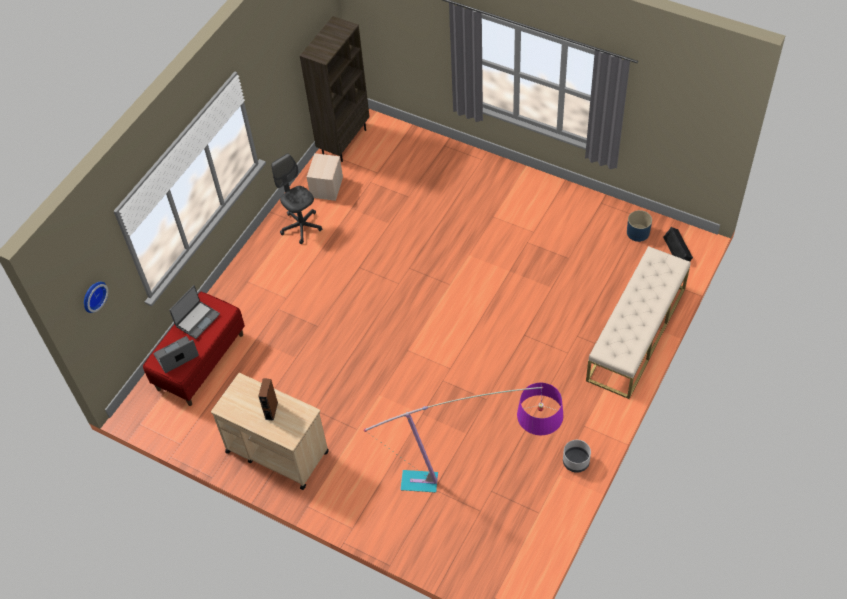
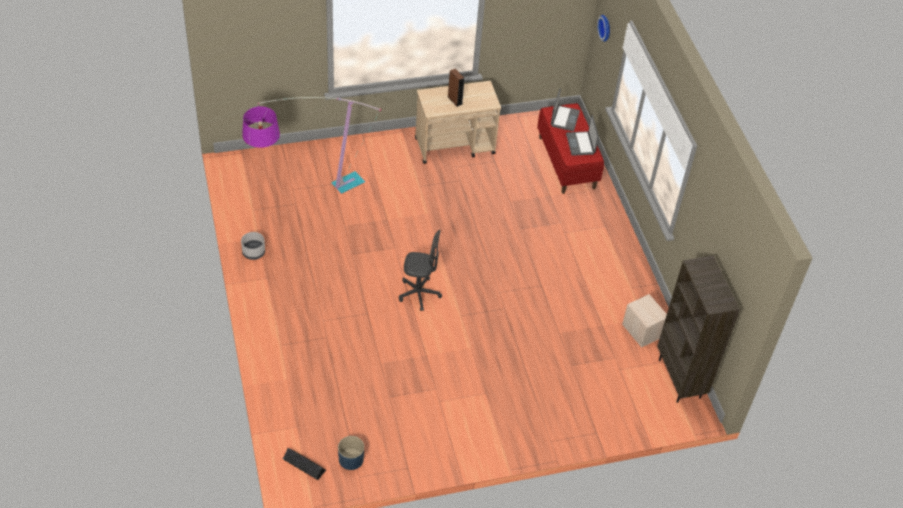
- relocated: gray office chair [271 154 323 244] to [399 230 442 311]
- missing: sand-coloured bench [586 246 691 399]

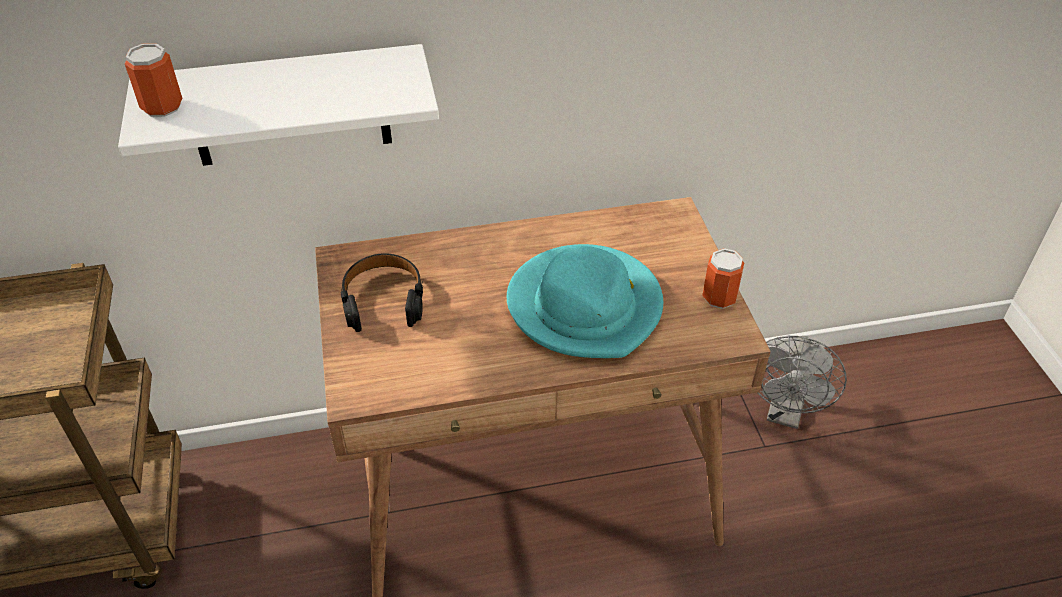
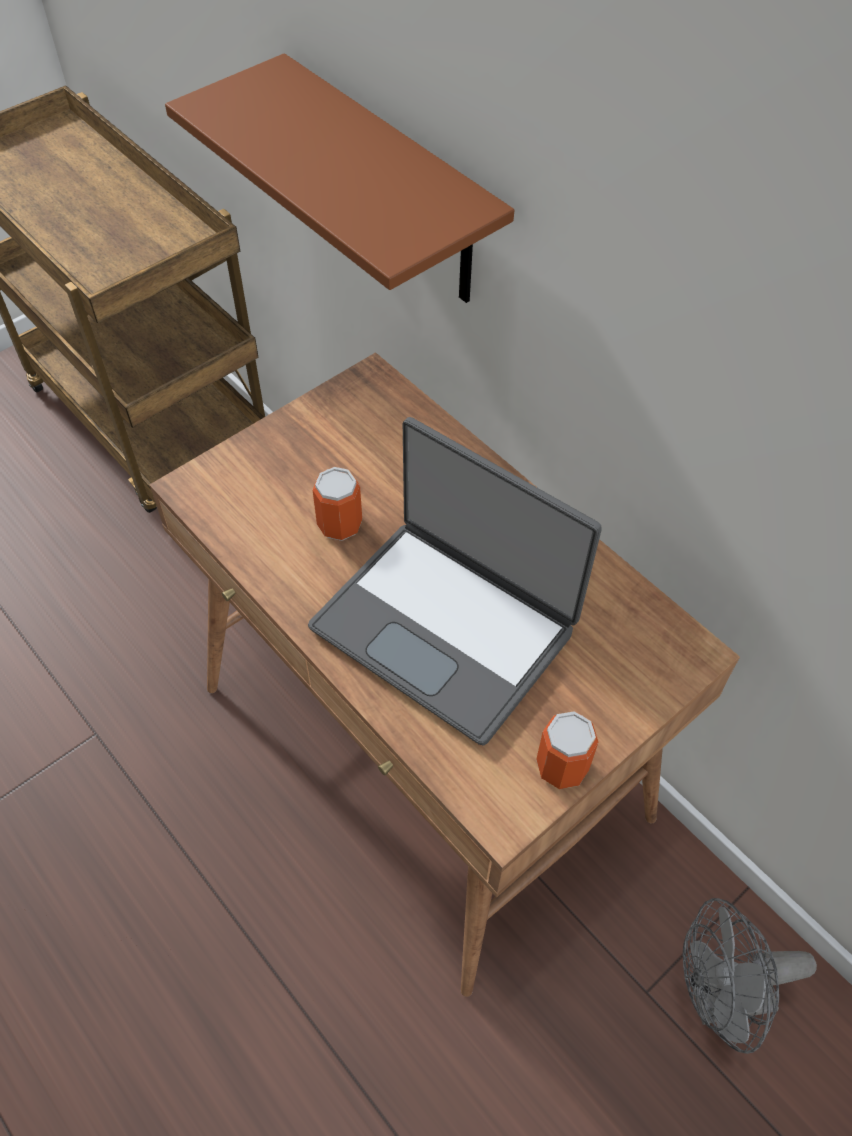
- colour: whitish shelf [118 44 439 166] to brown shelf [165 53 514 303]
- relocated: can [125 43 182 117] to [313 467 362 541]
- missing: black-coloured pair of headphones [340 253 423 332]
- exchanged: turquoise wearable hat [507 244 663 358] to notebook computer [308 417 602 746]

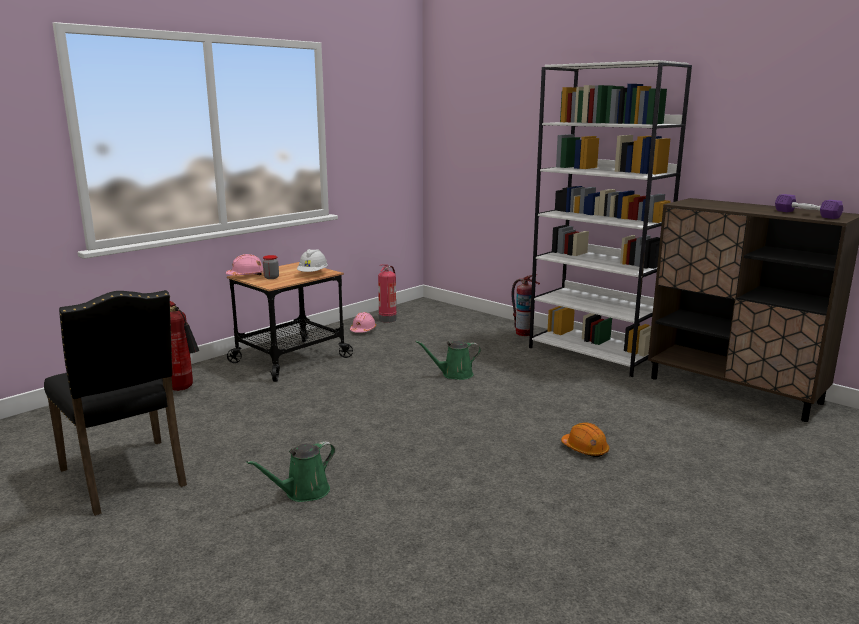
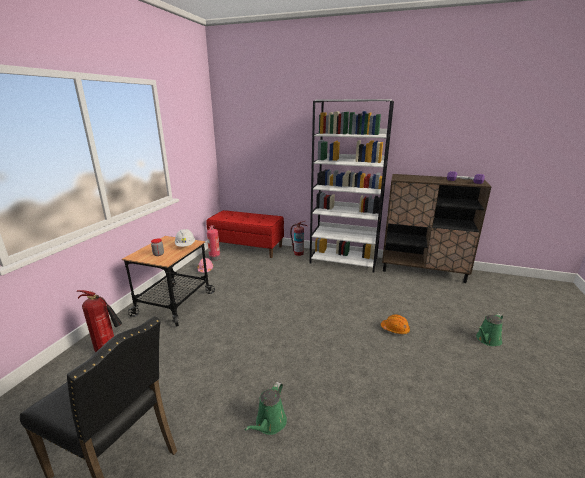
- missing: pink safety helmet [226 254 263 275]
- relocated: greenish sprinkling can [415 341 481 380] to [476 314 503 346]
- appeared: reddish bench [206 210 284 258]

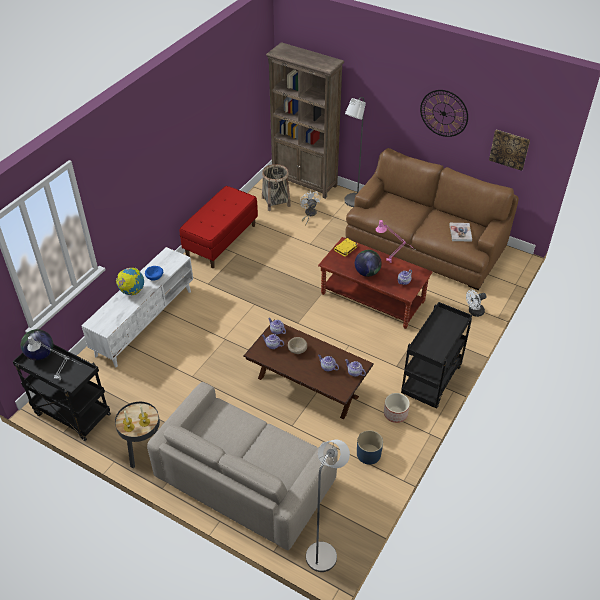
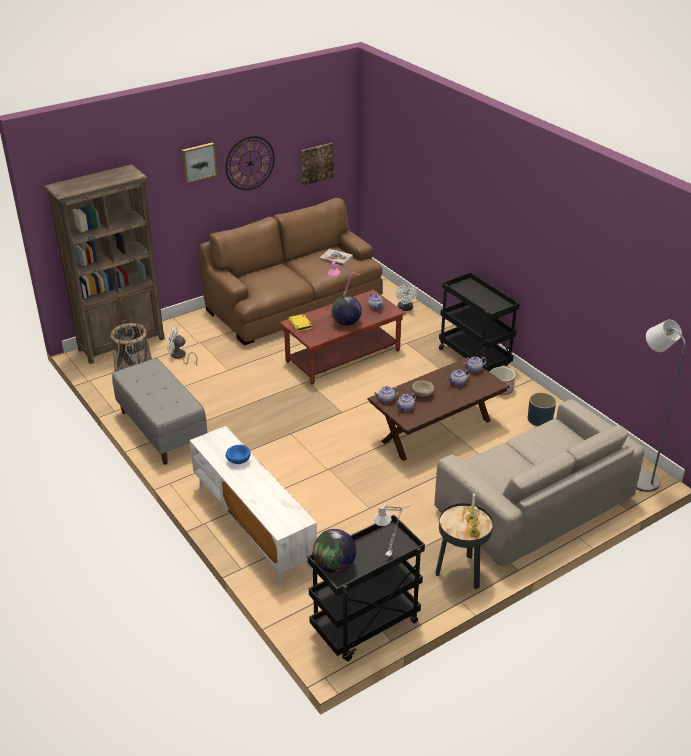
- missing: world globe [116 268 144 295]
- colour: reddish bench [180 186 258 268] to gray bench [112 358 208 465]
- missing: gray standard lamp [344 97 366 207]
- appeared: picture [182 143 217 183]

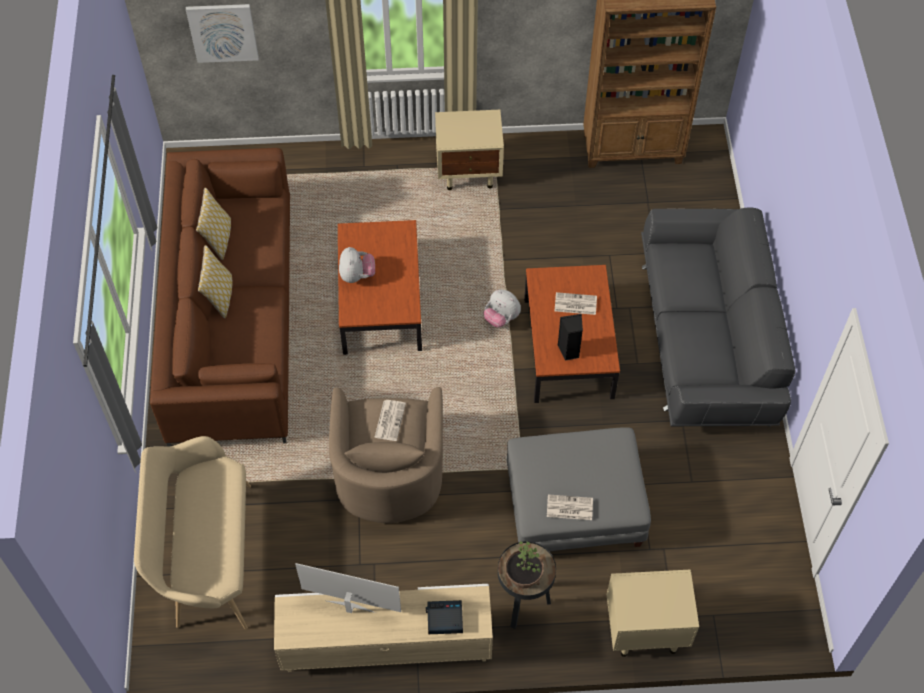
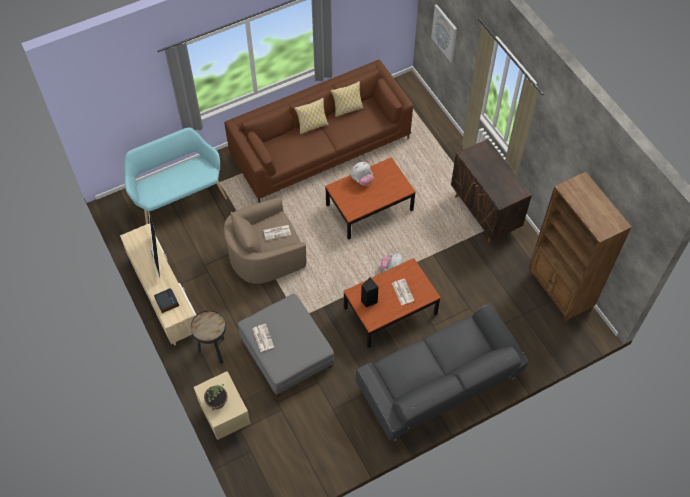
- colour: sand-coloured bench [134 436 251 629] to turquoise bench [124 127 227 224]
- exchanged: sand-coloured bedside table [435 110 504 190] to brown cupboard [451 139 532 243]
- relocated: plant in a pot [505 541 544 588] to [204 384 228 411]

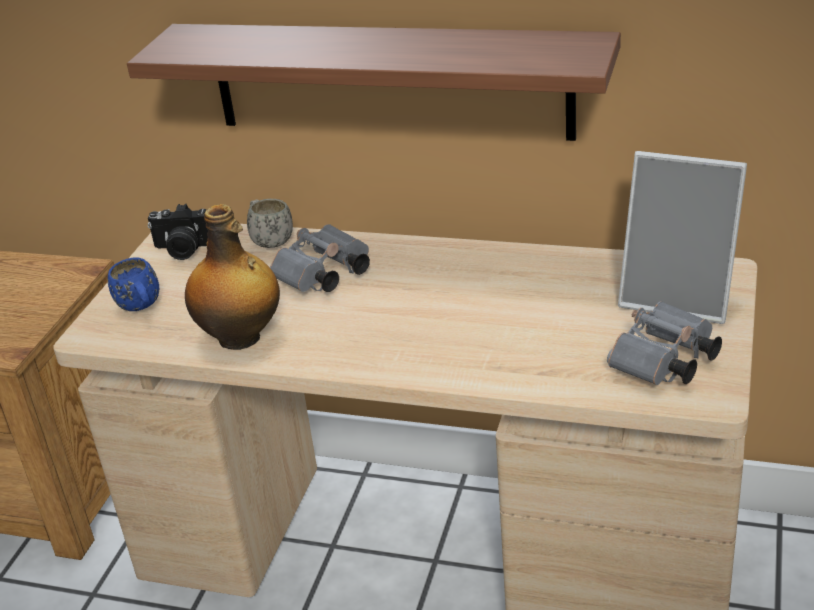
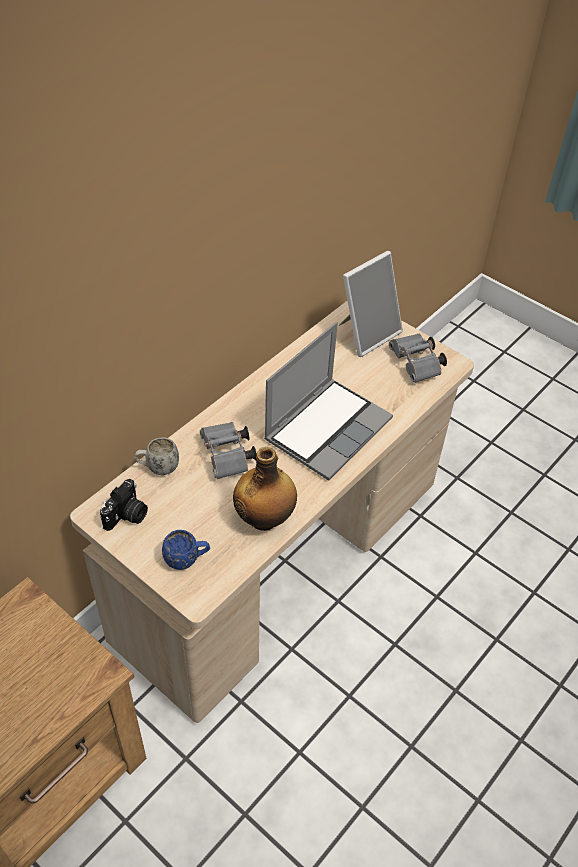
- missing: shelf [127 24 621 141]
- appeared: notebook computer [264 322 393 481]

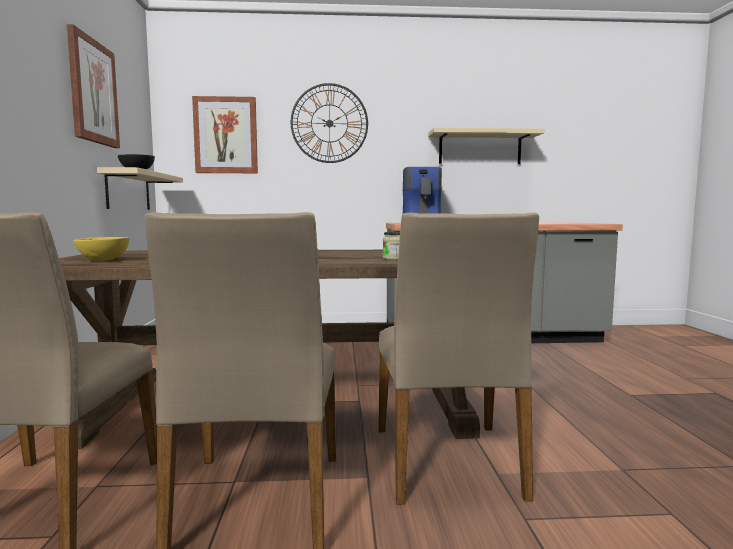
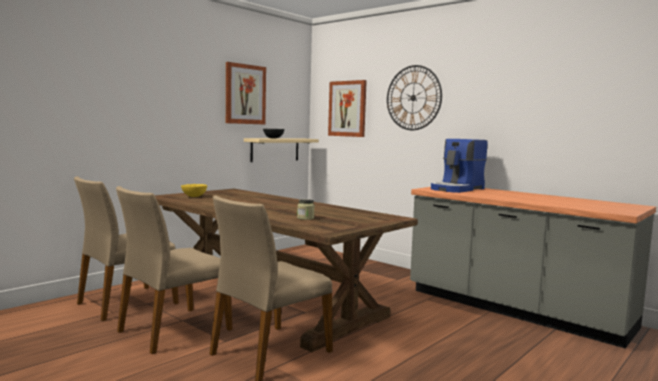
- missing: sand-coloured shelf [428 128 544 164]

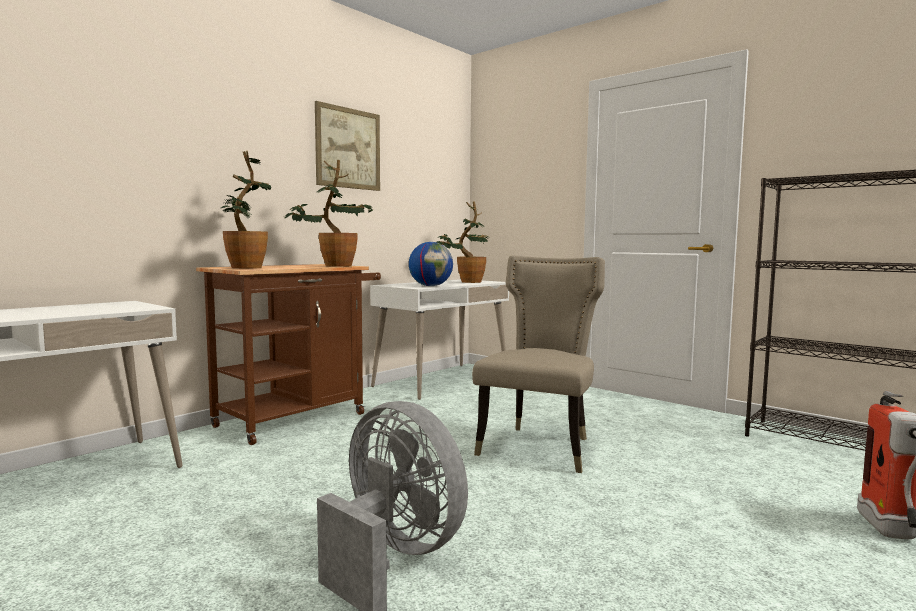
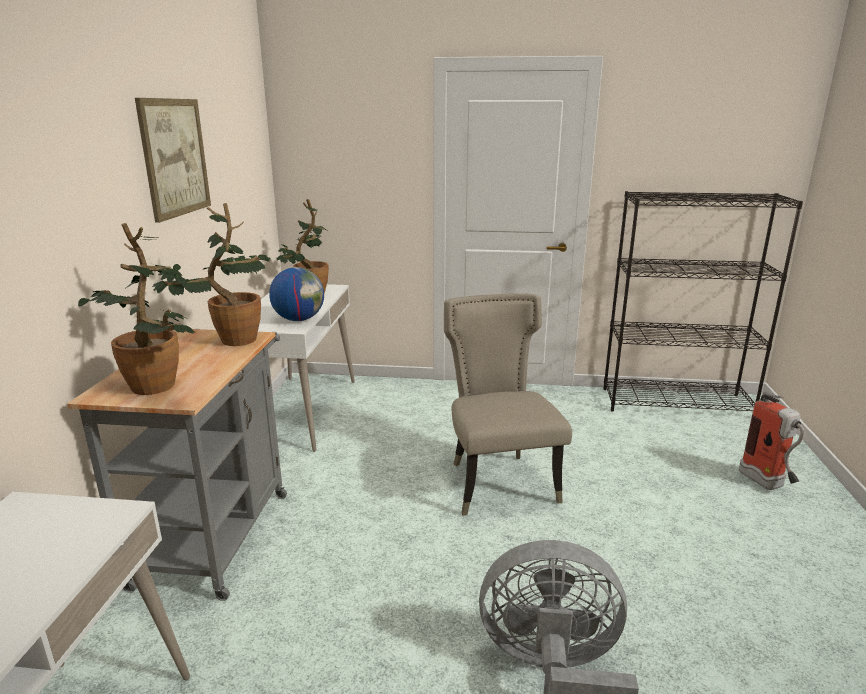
- colour: brown wheeled cart [196 264 381 445] to gray wheeled cart [67 329 287 601]

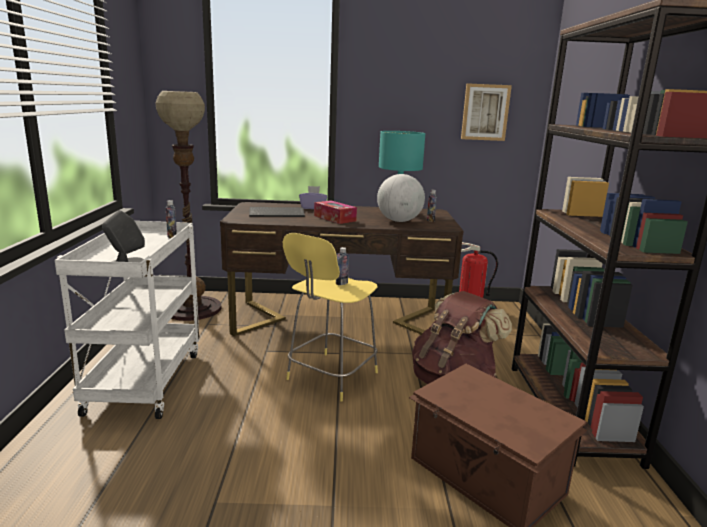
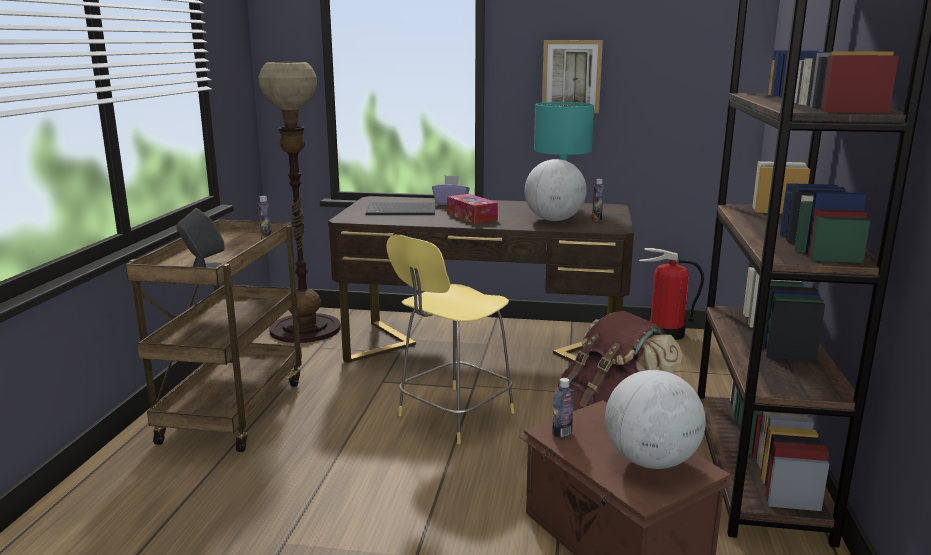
- colour: whitish wheeled cart [54 221 199 419] to brown wheeled cart [126 220 302 452]
- relocated: beverage bottle [336 247 349 285] to [552 378 574 438]
- relocated: picture [461 83 512 141] to [542 40 603 113]
- appeared: world globe [605 370 706 469]

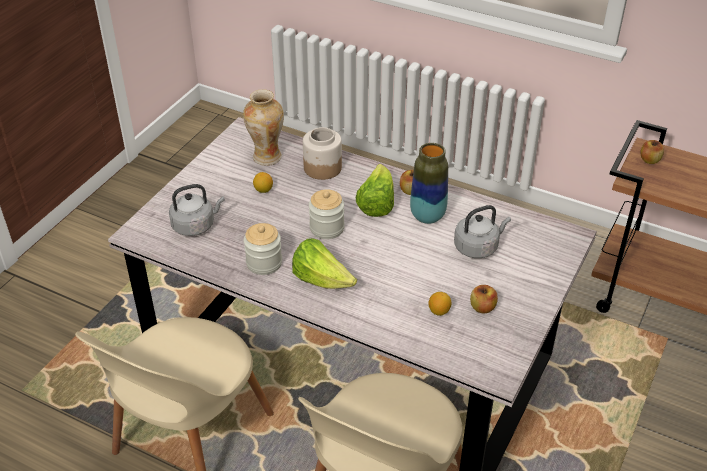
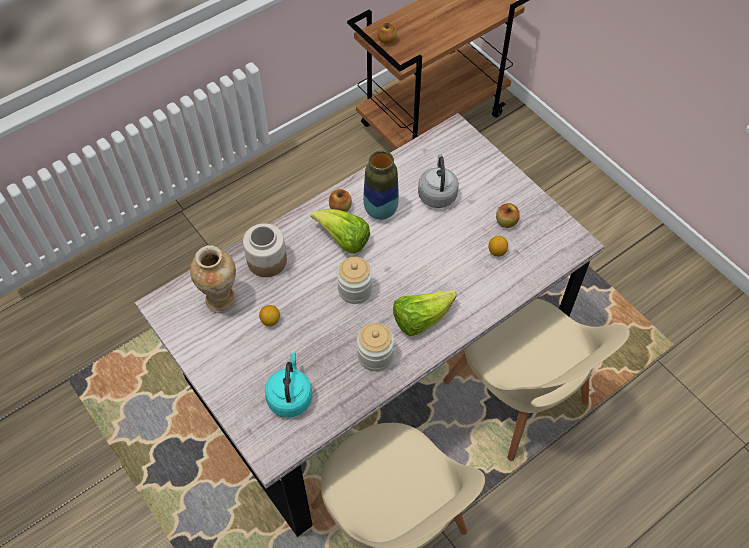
- colour: gray water kettle [169 184 225 236] to turquoise water kettle [265 353 313 417]

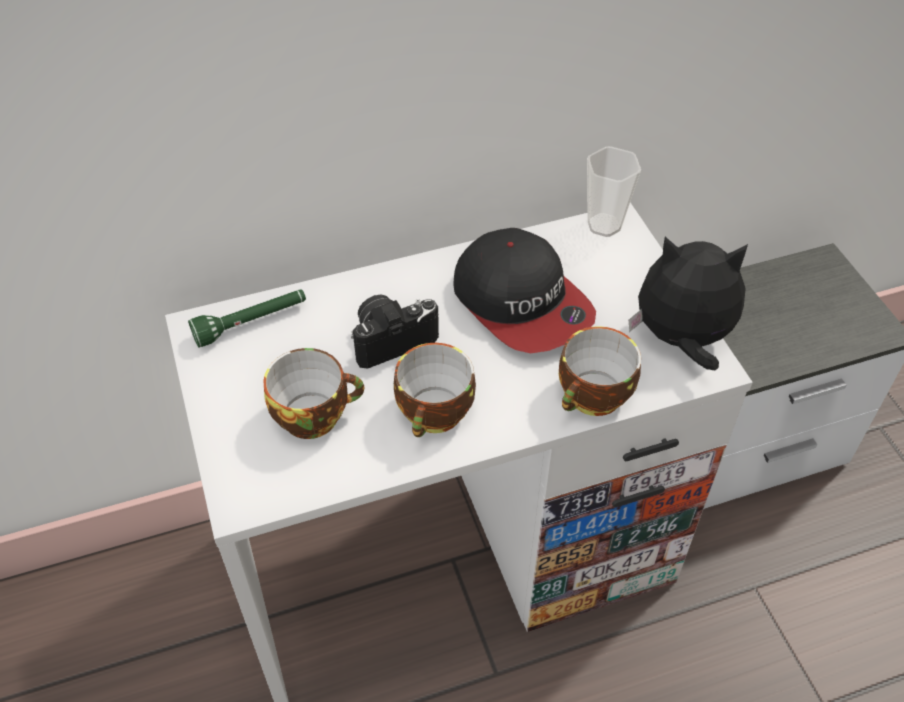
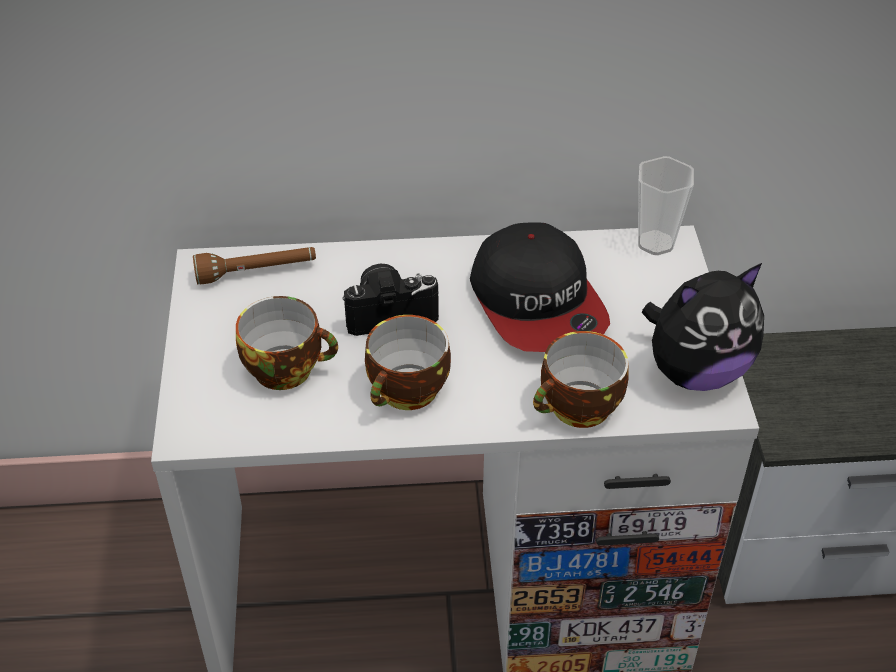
- colour: greenish torch [188 290 306 348] to brown torch [193 247 316 285]
- spun: cuddly toy [629 236 748 370] = [641 263 764 391] 135 degrees clockwise

